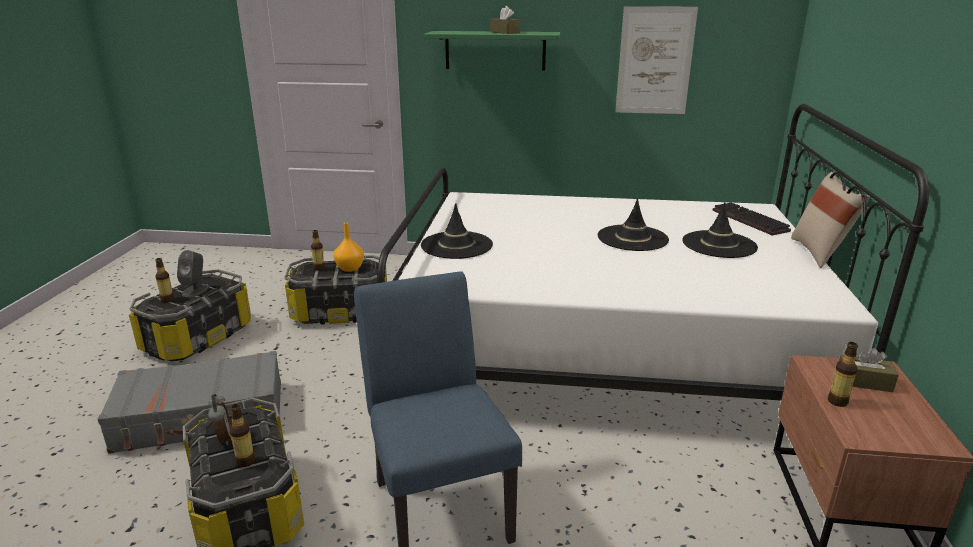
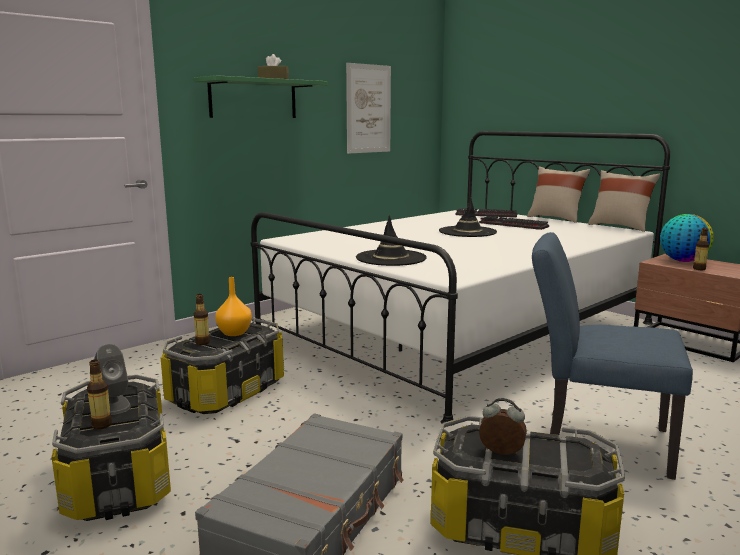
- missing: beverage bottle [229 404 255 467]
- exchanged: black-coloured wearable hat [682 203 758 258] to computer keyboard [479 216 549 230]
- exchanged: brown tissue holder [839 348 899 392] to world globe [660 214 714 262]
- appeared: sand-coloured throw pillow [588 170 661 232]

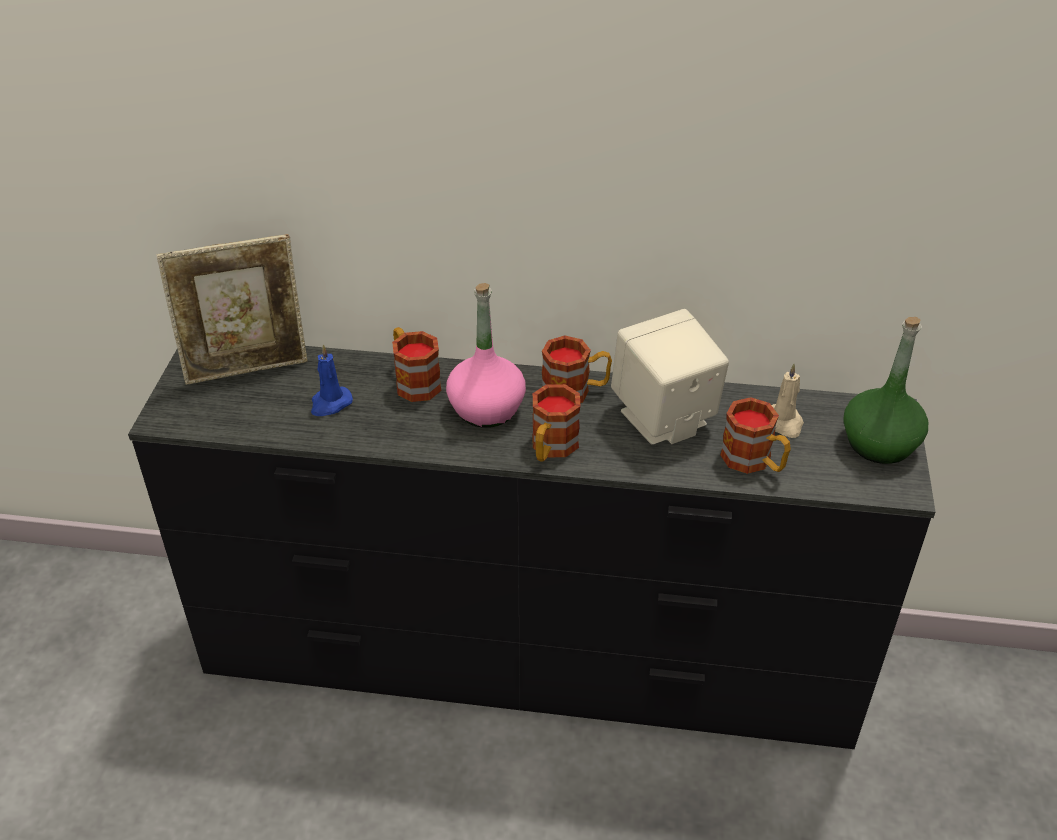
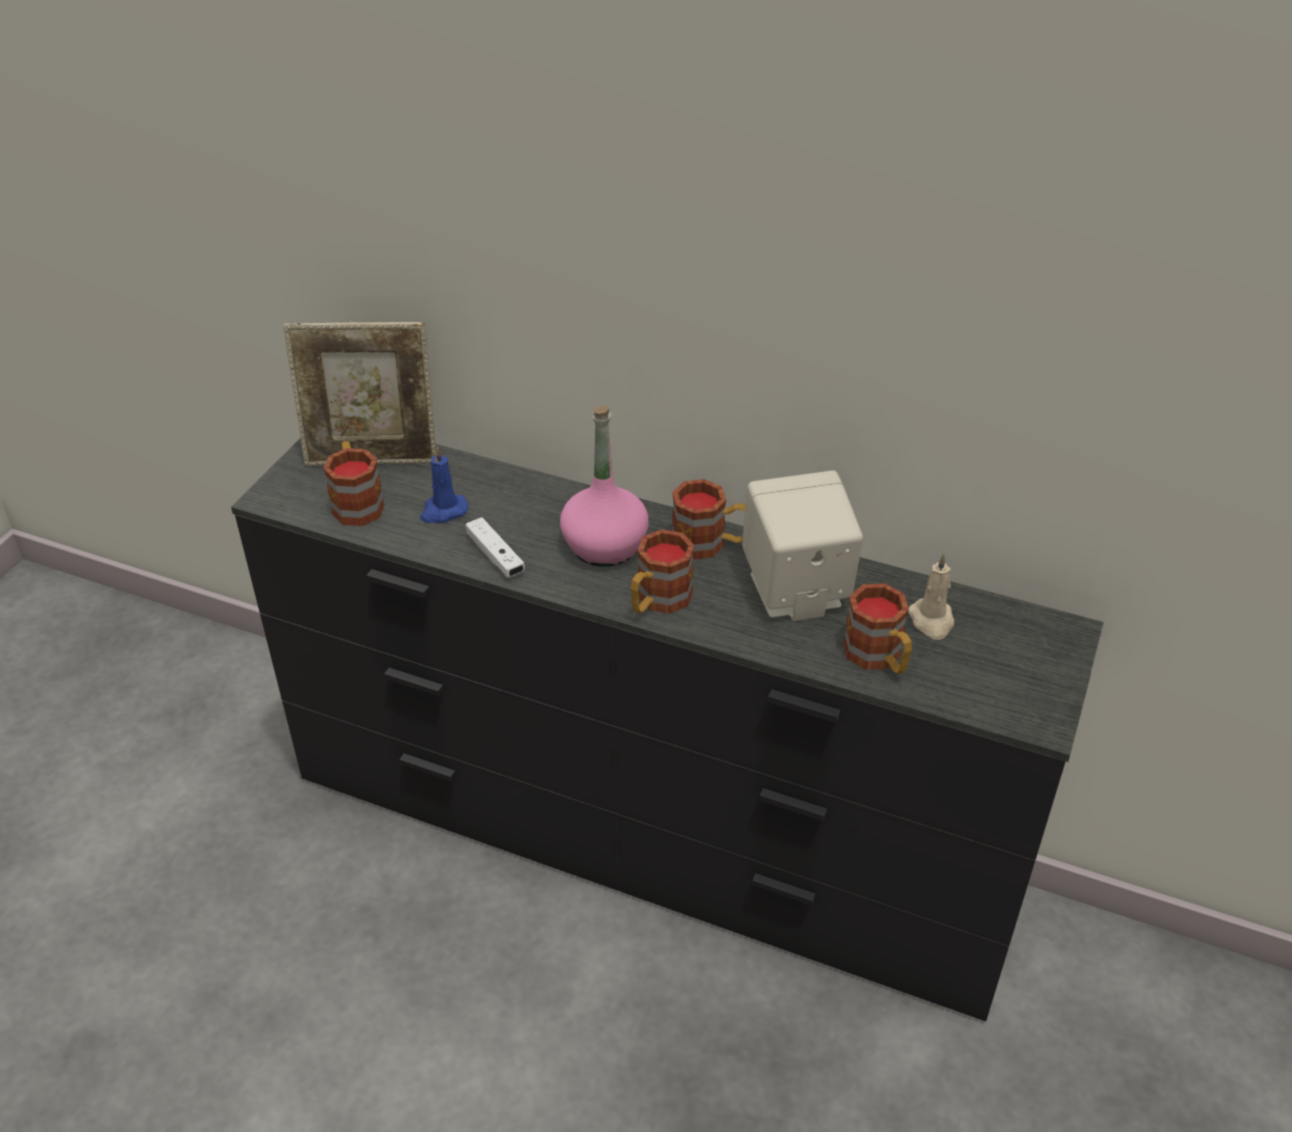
- relocated: mug [392 327 442 402] to [323 441 385 526]
- missing: greenish beverage bottle [843 317 928 464]
- appeared: whitish gamepad [465 517 525 577]

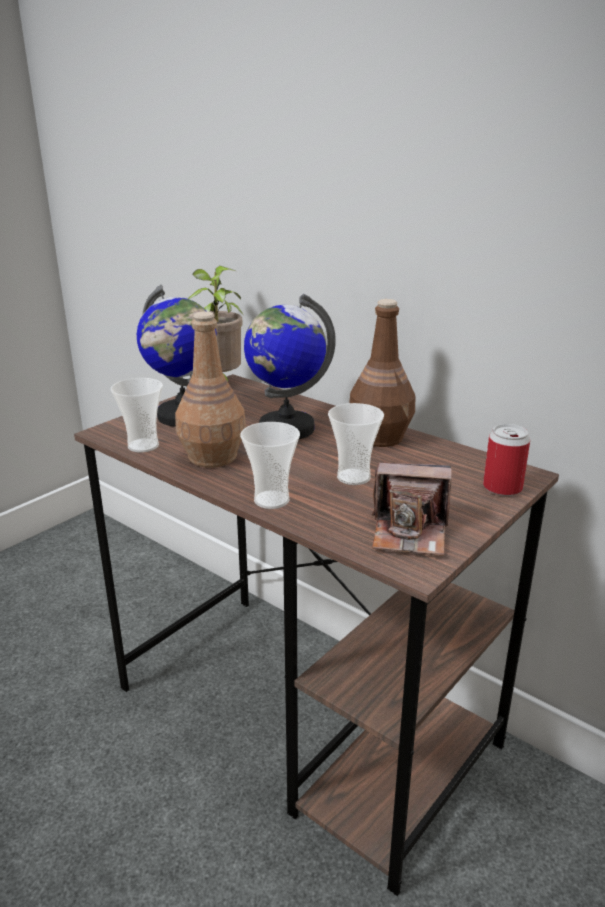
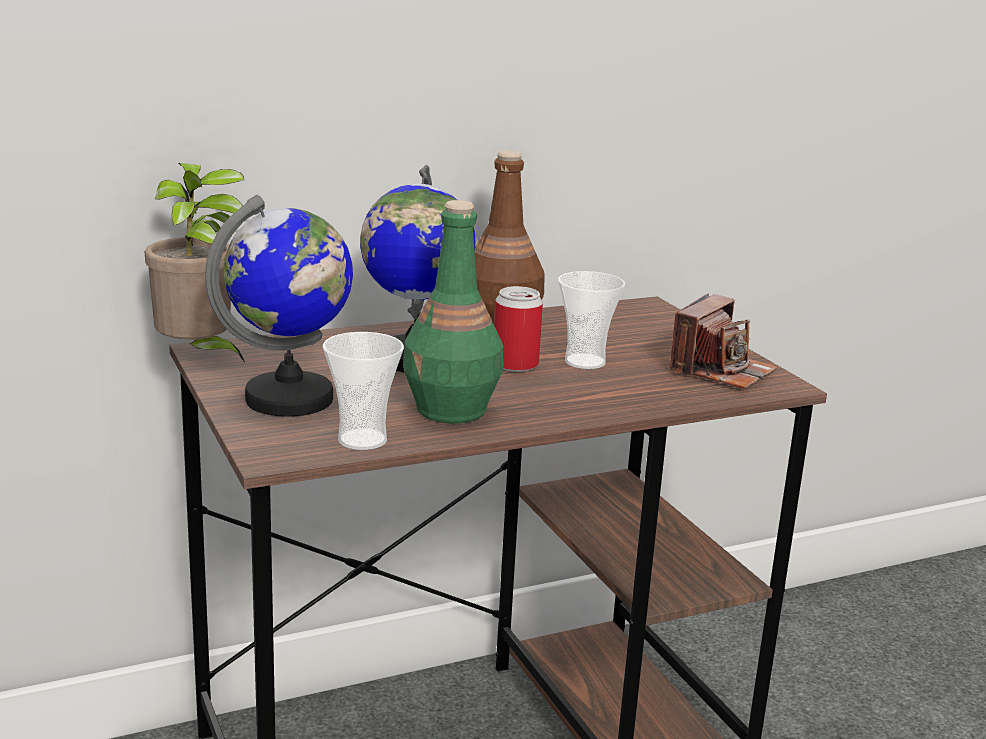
- colour: brown beverage bottle [175 311 246 468] to greenish beverage bottle [403 200 503 423]
- missing: small cup [240 422 300 509]
- relocated: can [483 424 530 496] to [494 286 543 372]

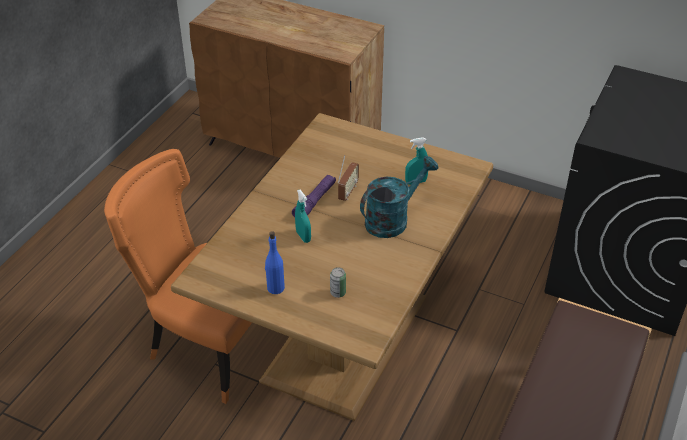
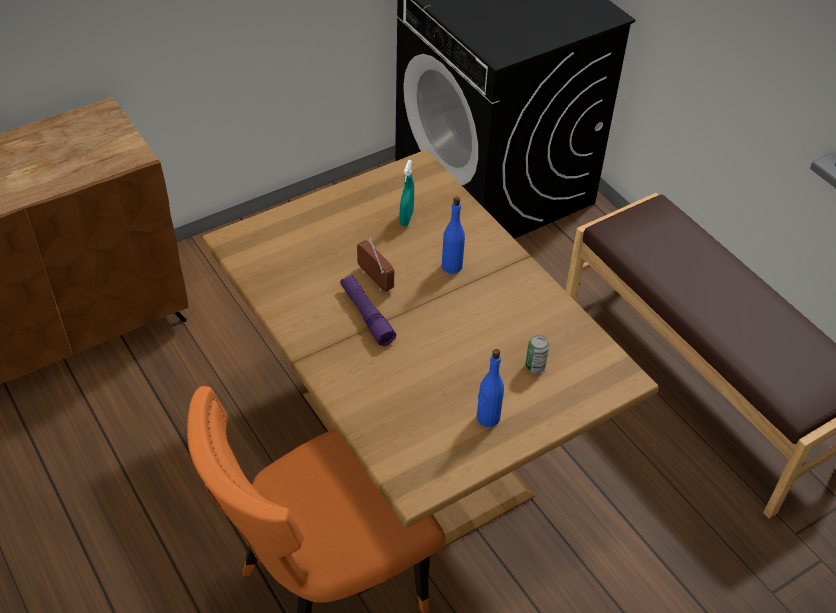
- missing: turquoise sprayer [295 190 311 243]
- exchanged: turquoise sprinkling can [360 156 438 238] to blue-coloured beverage bottle [442 197 465 274]

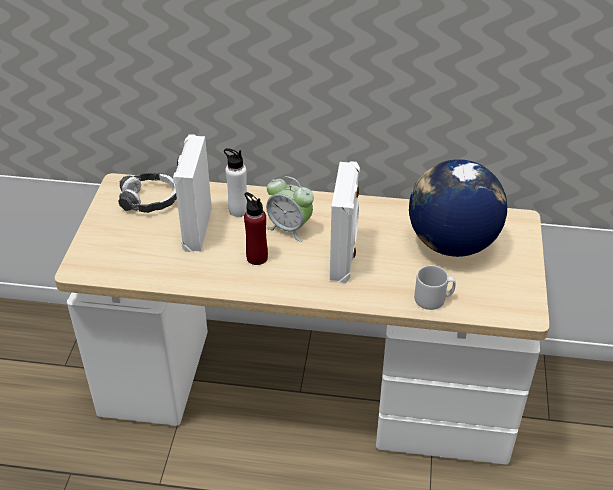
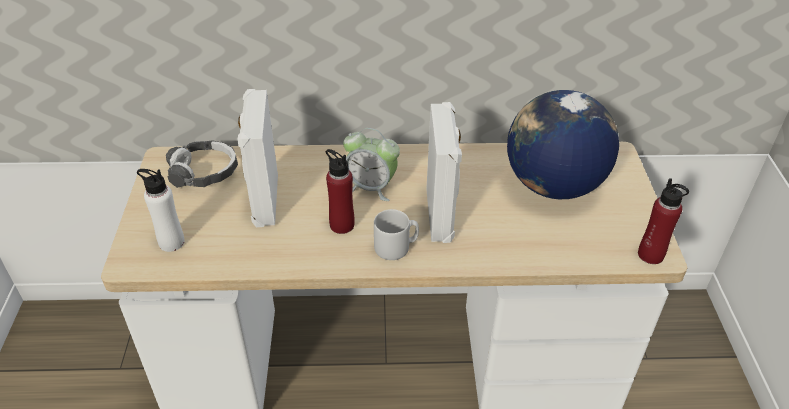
- relocated: whitish beverage bottle [224 148 248 217] to [137 169 185 252]
- relocated: gray mug [414 265 456 310] to [374 209 419 260]
- appeared: reddish beverage bottle [638 178 689 264]

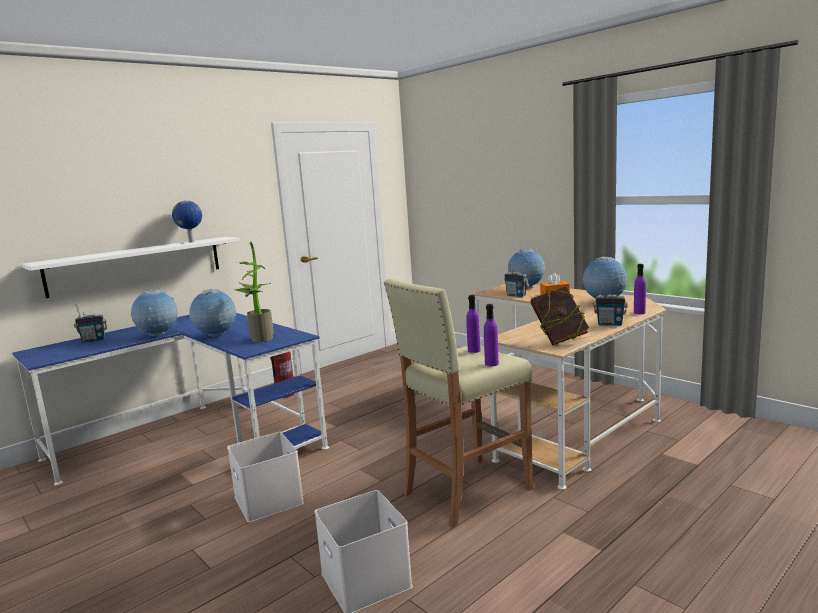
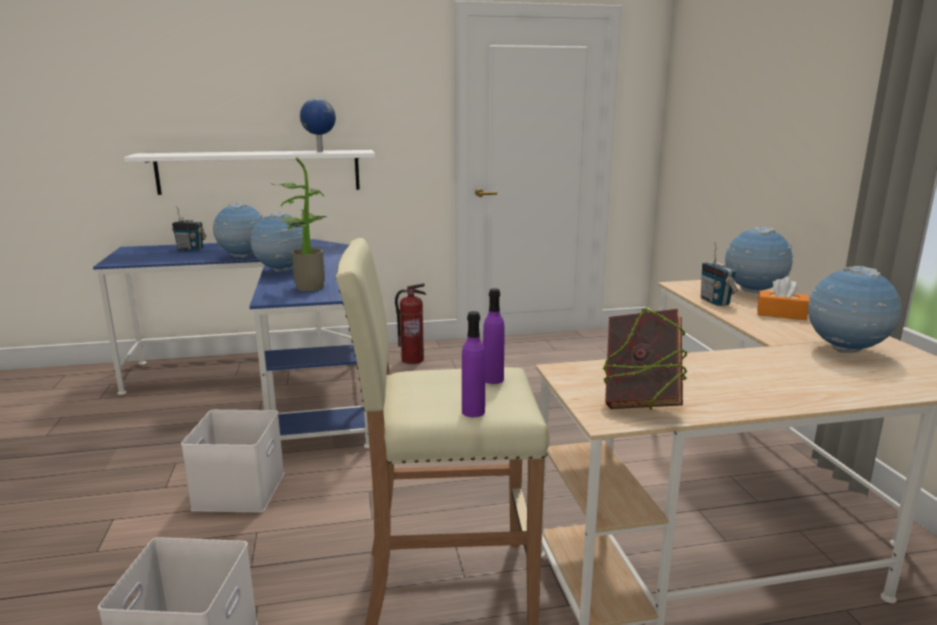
- missing: radio [593 281 628 326]
- missing: purplish beverage bottle [634 264 646 314]

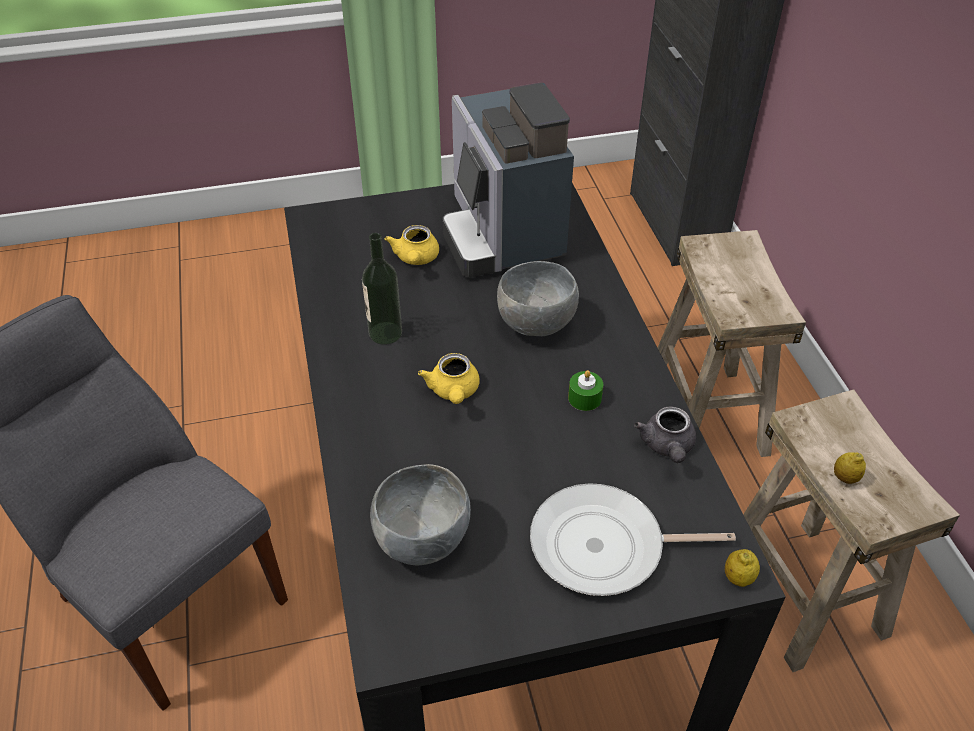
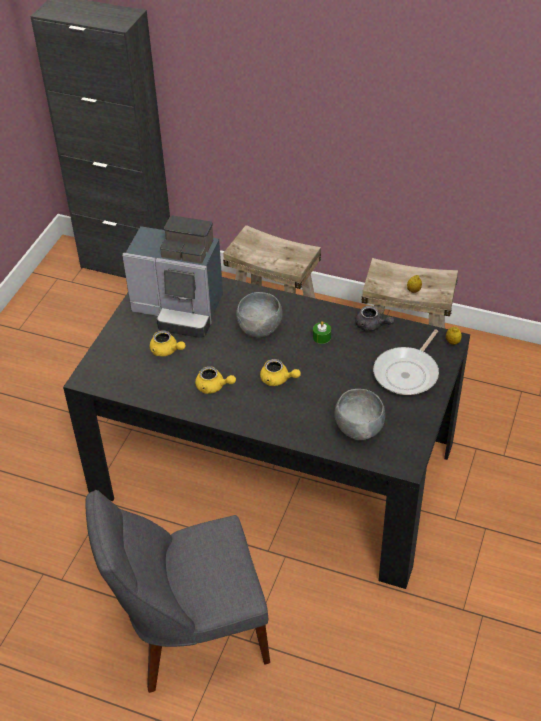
- exchanged: beverage bottle [362 233 402 345] to yellowish pot for tea [195 366 236 394]

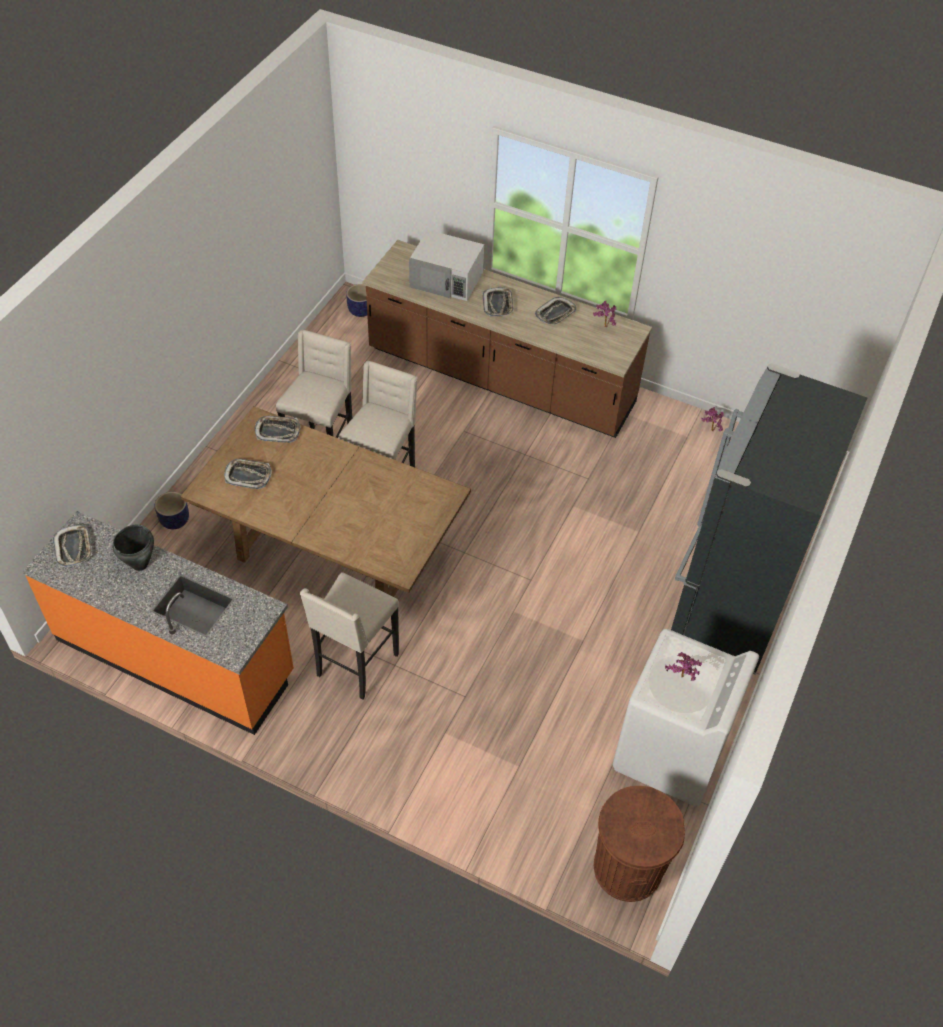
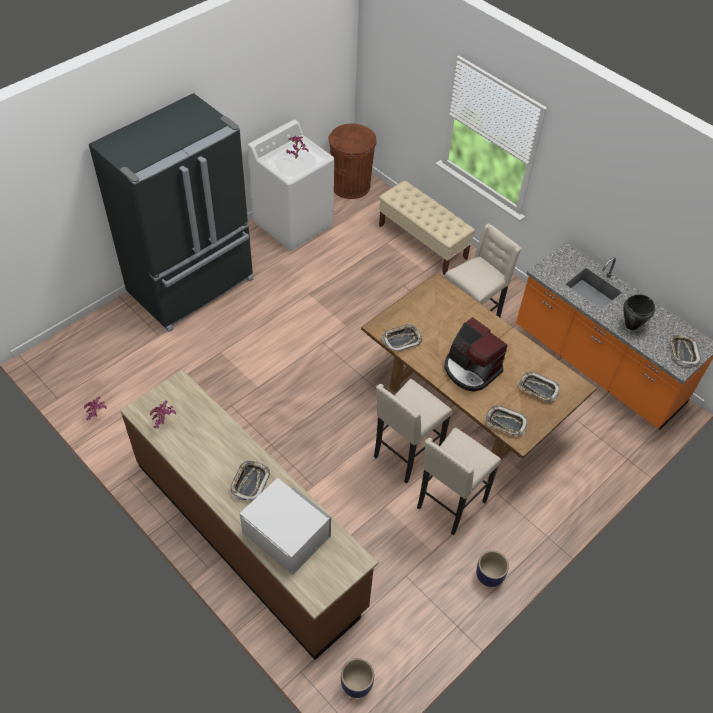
- relocated: planter [154 492 189 529] to [476 551 509 587]
- relocated: serving tray [535 297 577 325] to [382 323 423 352]
- appeared: sand-coloured bench [379 181 475 275]
- appeared: coffee machine [444 317 507 392]

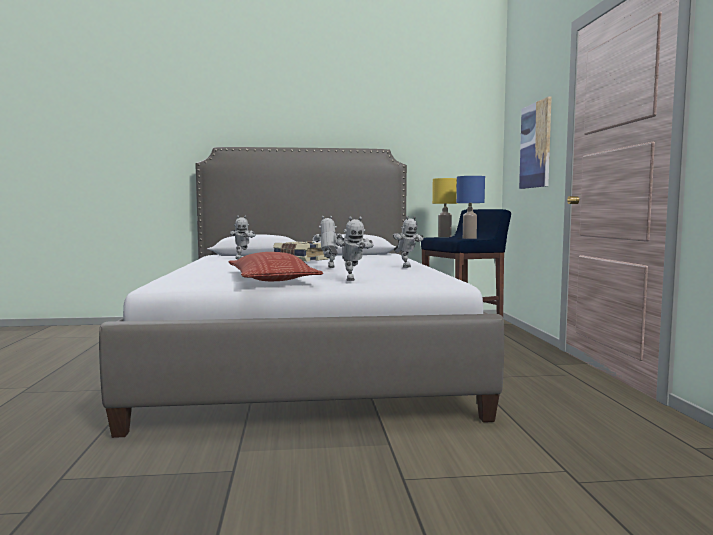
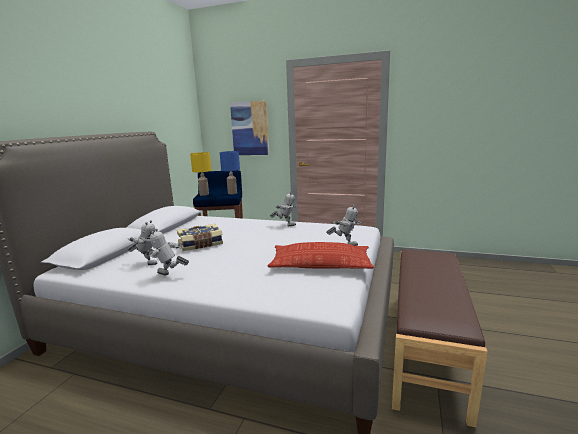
- relocated: model robot [312 216 342 268] to [148 229 189 275]
- appeared: brown bench [392 249 487 428]

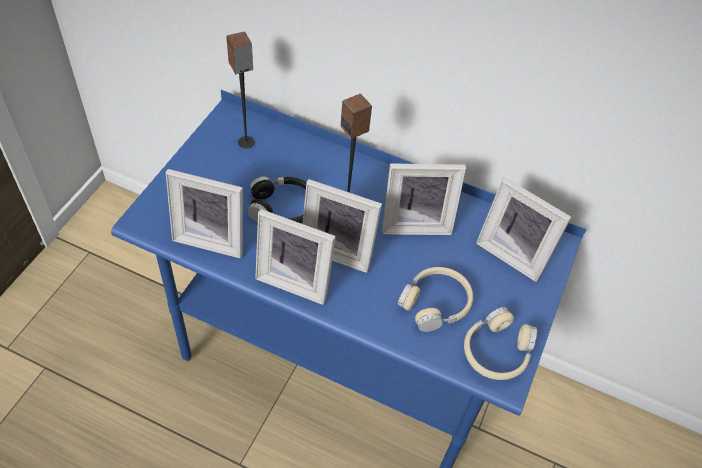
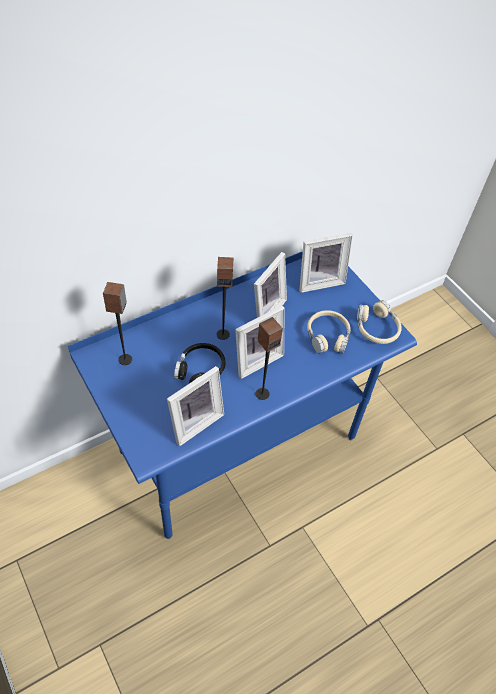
- exchanged: picture frame [255 209 336 305] to loudspeaker [255 317 283 400]

